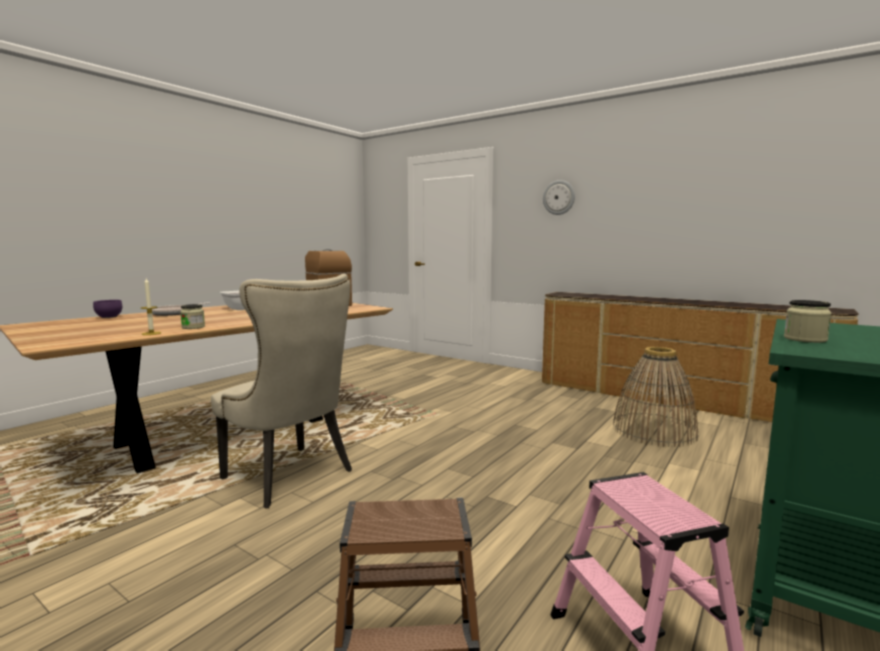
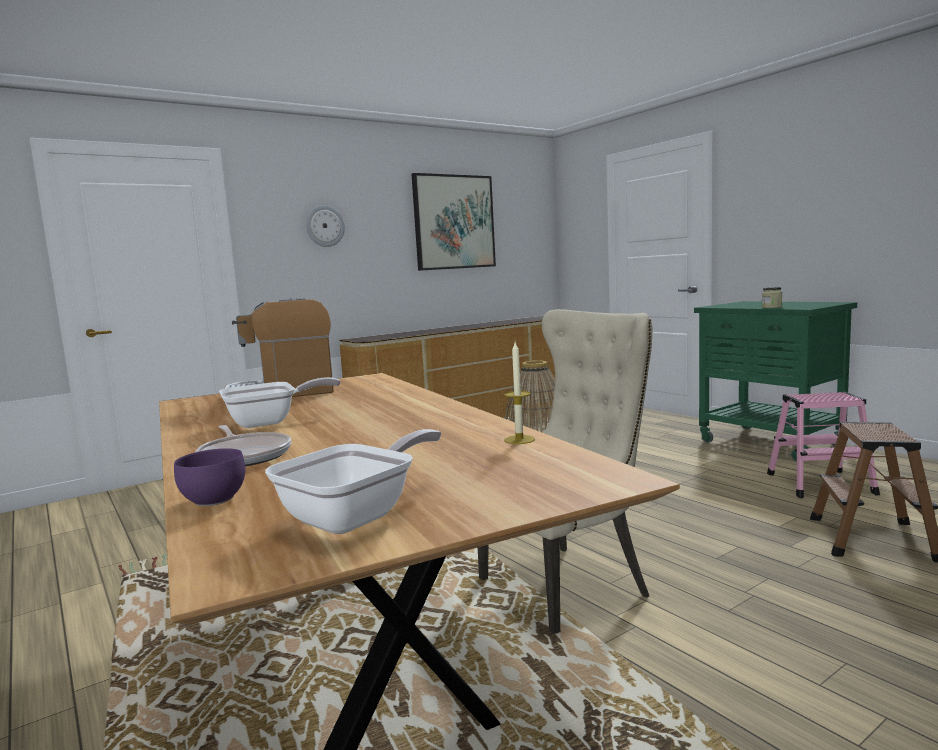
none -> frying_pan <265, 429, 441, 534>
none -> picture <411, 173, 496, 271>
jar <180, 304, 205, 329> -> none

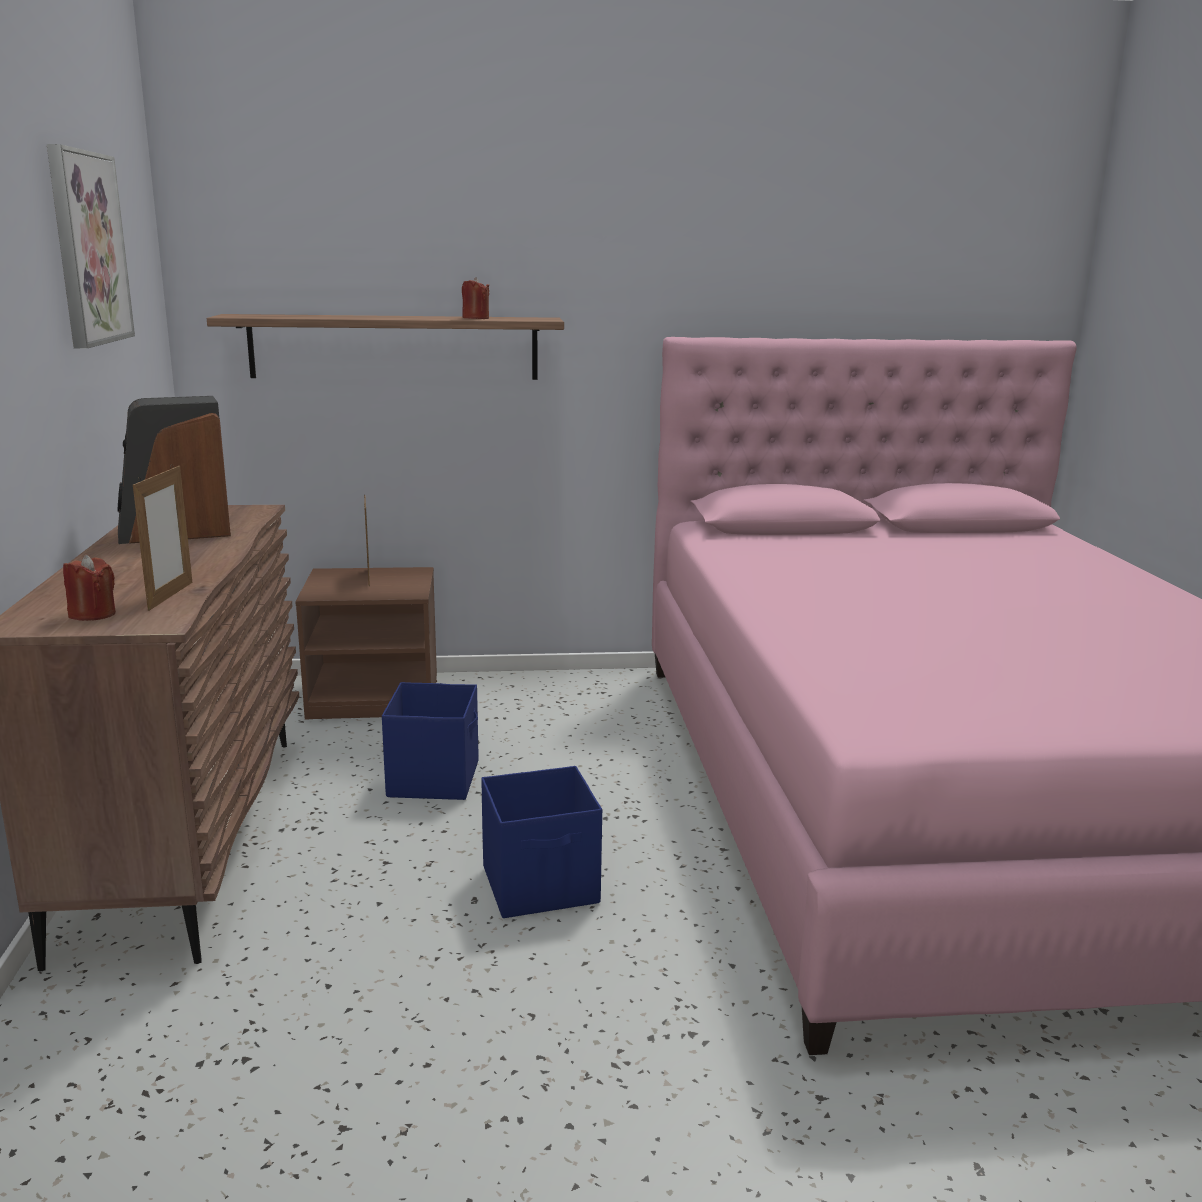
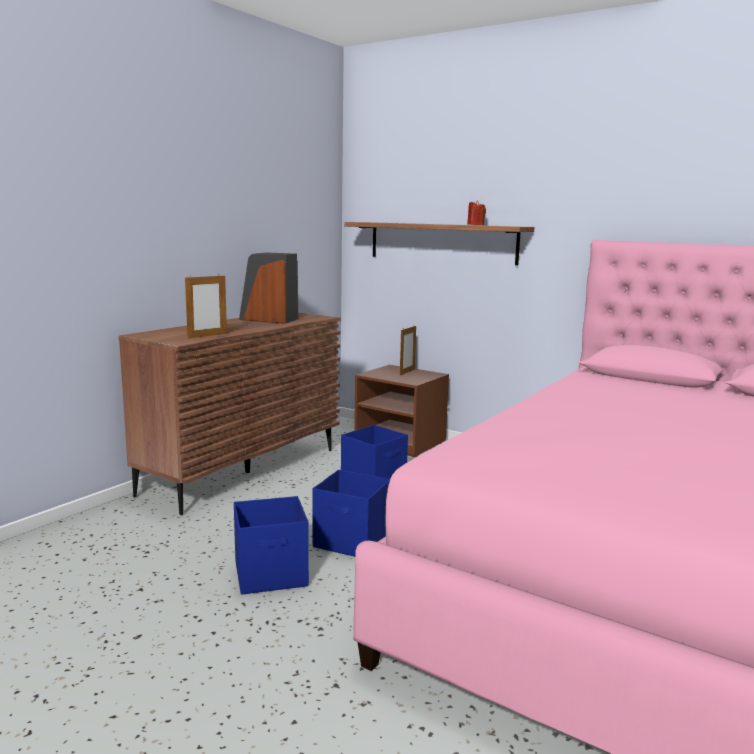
none -> blue_storage_box <234, 496, 309, 595>
picture <47, 144, 135, 349> -> none
red_candle <63, 555, 116, 621> -> none

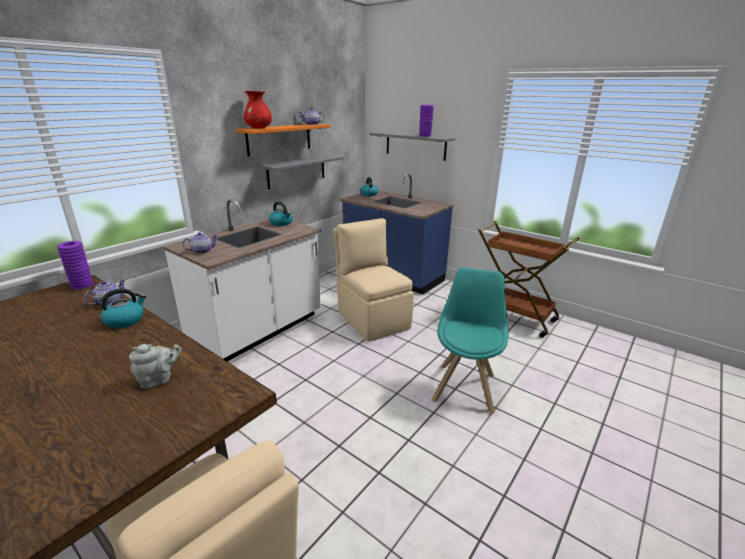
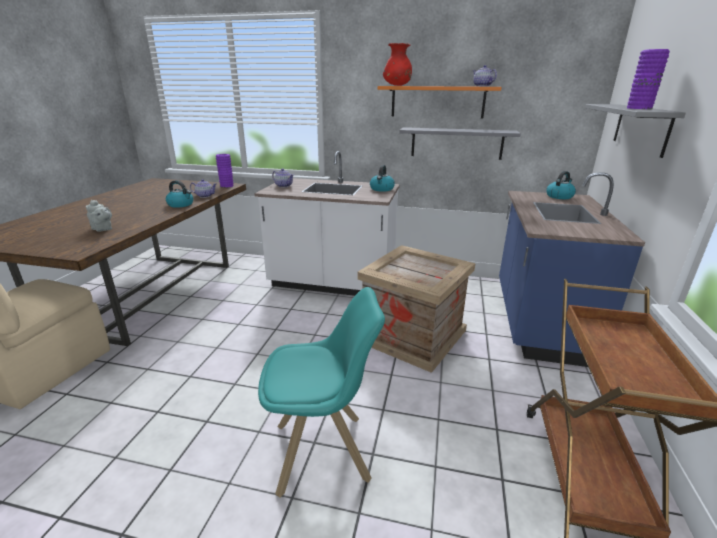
beige_chair <333, 218, 414, 342> -> crate <357, 245, 476, 373>

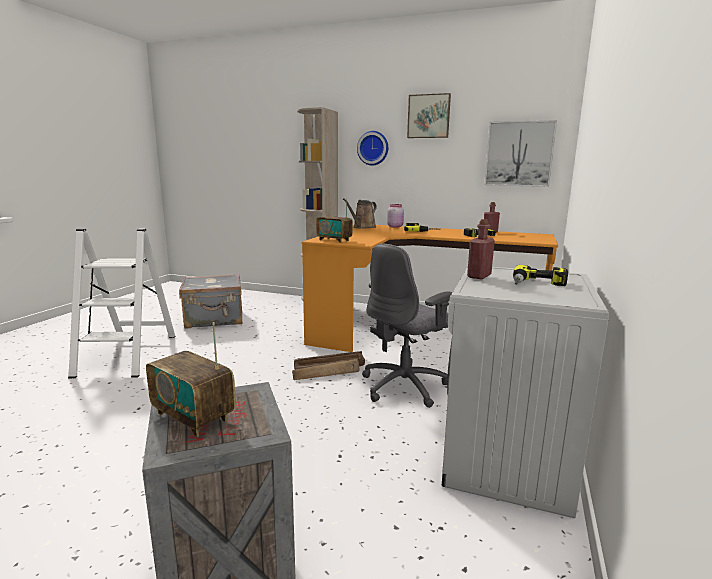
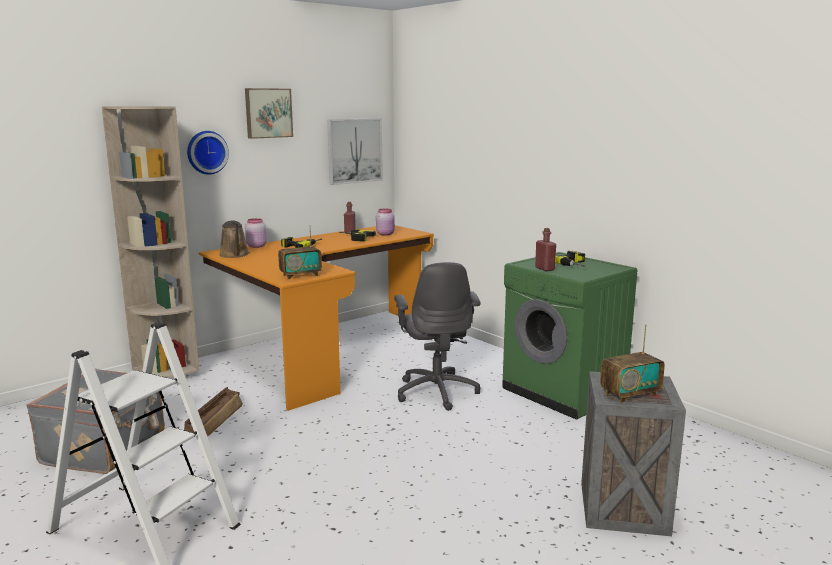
crate <292, 351, 365, 380> -> crate <184, 387, 243, 437>, moved
none -> pink_jar <376, 209, 395, 235>
white_washing_machine <442, 267, 609, 518> -> green_washing_machine <502, 252, 637, 420>

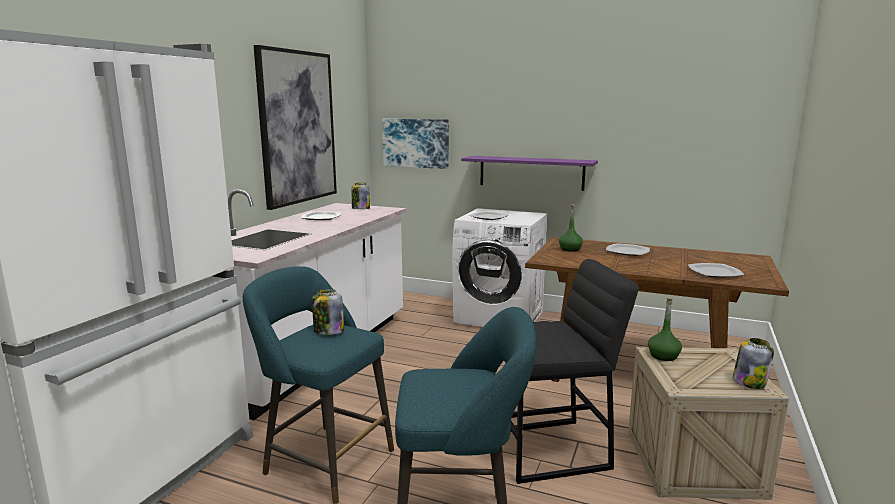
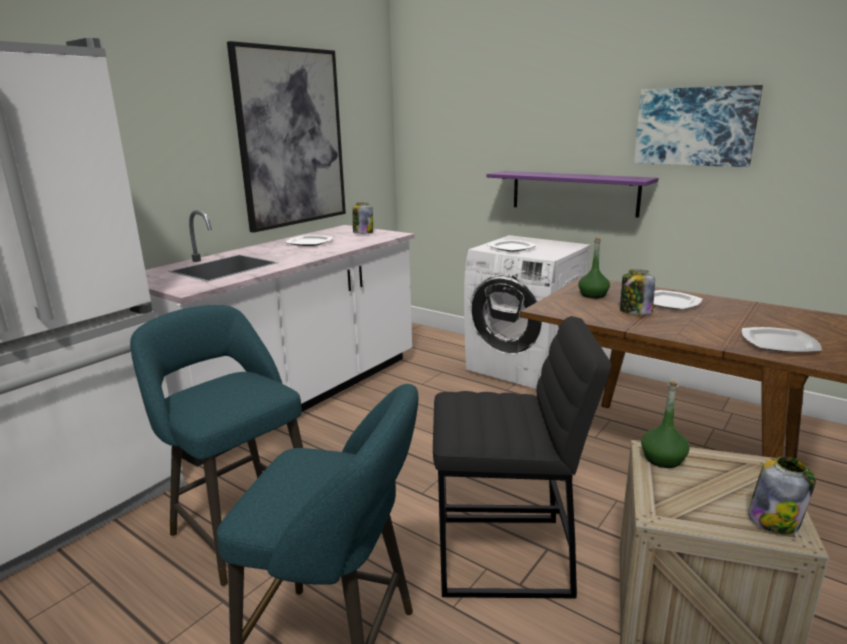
jar <312, 289, 344, 335> -> jar <620, 269, 655, 315>, moved
picture <382, 119, 449, 169> -> picture <634, 85, 763, 167>, moved

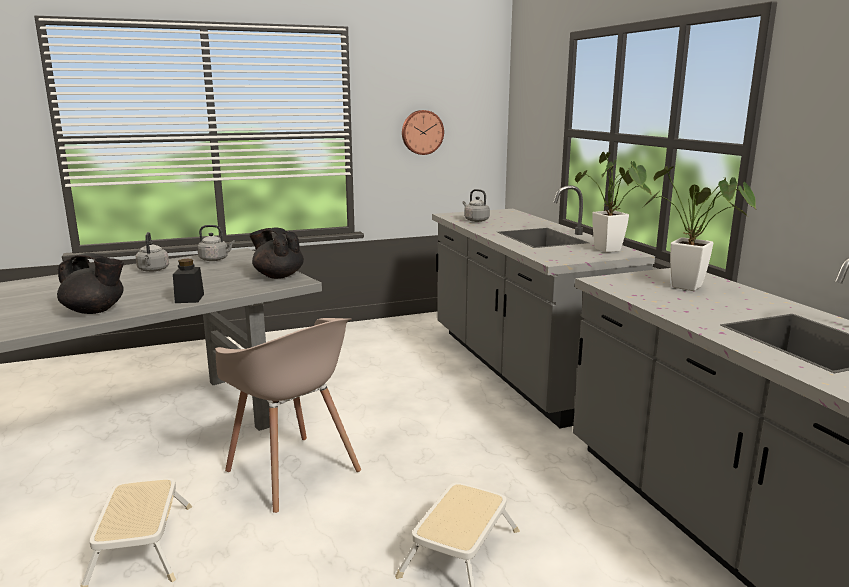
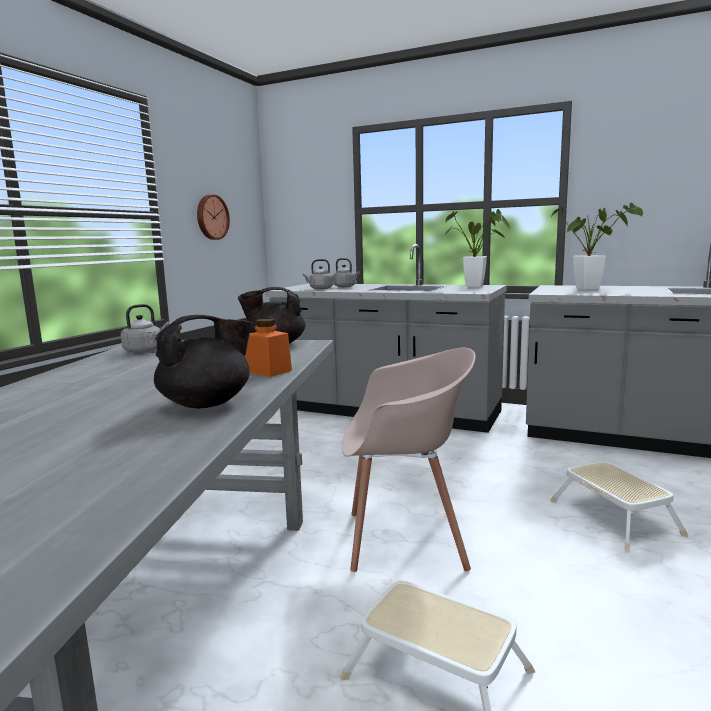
black_jar <173, 259, 204, 303> -> orange_jar <245, 319, 292, 377>
grey_kettle <136, 232, 169, 272> -> grey_kettle <333, 258, 360, 287>, moved

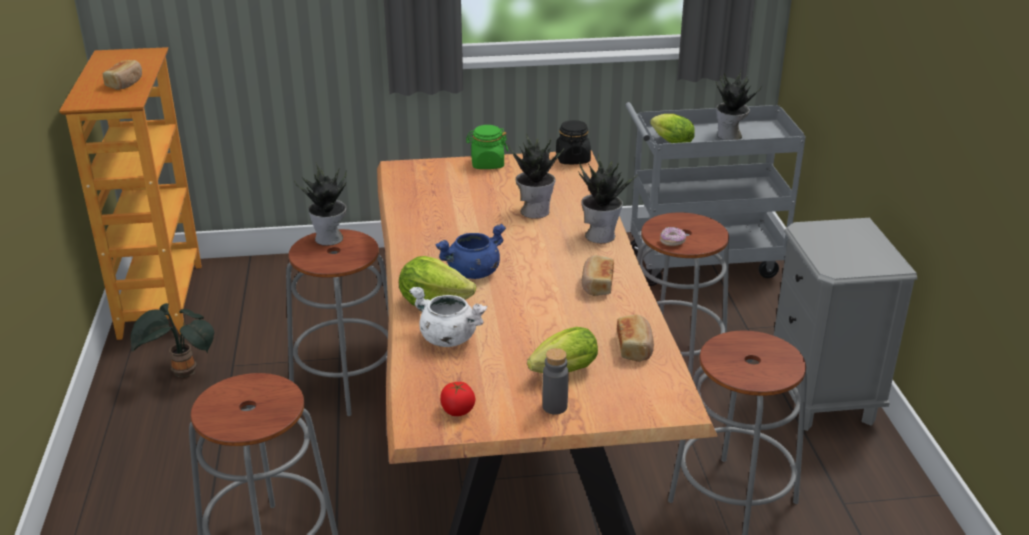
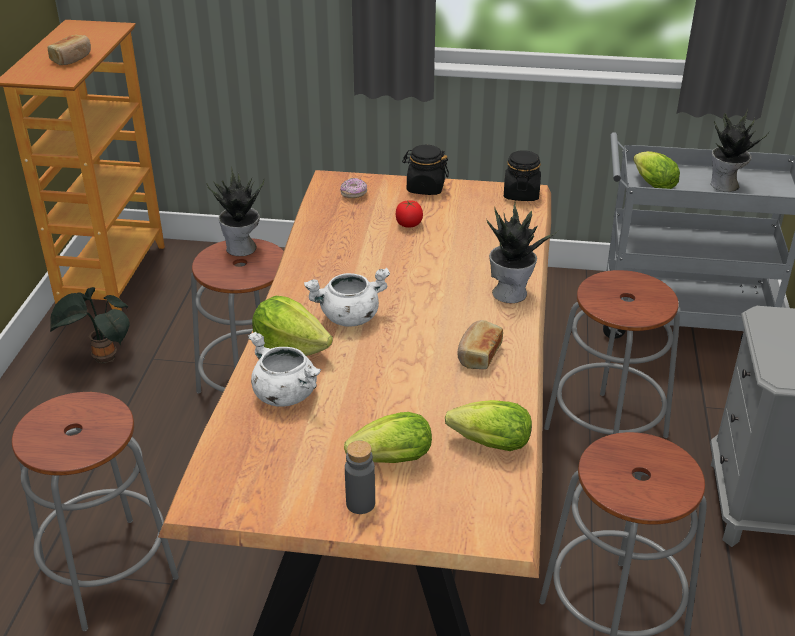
blue_cooking_pot <435, 224, 506, 279> -> white_cooking_pot <304, 268, 390, 327>
donut <660, 227, 686, 246> -> donut <340, 178, 367, 198>, moved
tomato <440, 382, 475, 416> -> tomato <396, 200, 423, 228>, moved
green_jar <466, 125, 508, 169> -> black_jar <402, 145, 449, 195>
bread <617, 315, 654, 362> -> lettuce <445, 400, 532, 451>
potted_plant <508, 133, 564, 219> -> none

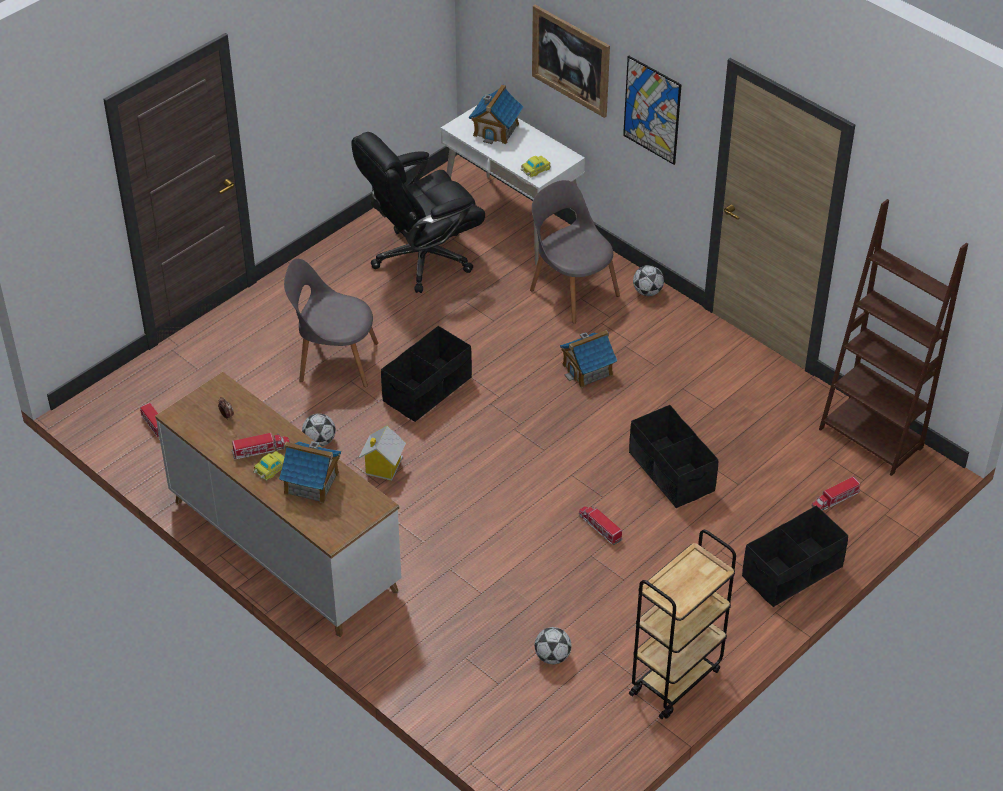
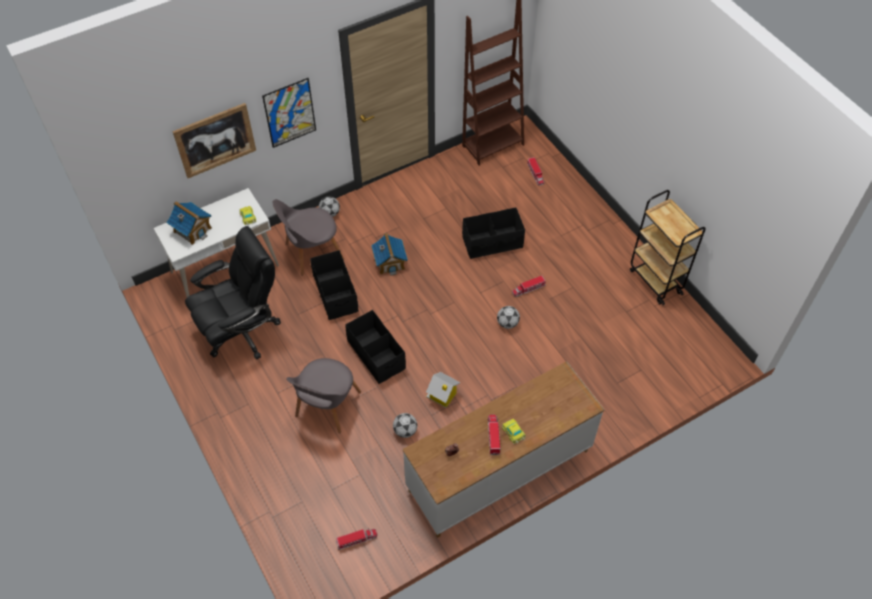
black_office_chair <352, 132, 485, 293> -> black_office_chair <185, 226, 281, 359>, 105 degrees counterclockwise
black_storage_box <742, 505, 849, 607> -> black_storage_box <310, 250, 358, 320>, moved
football <535, 627, 572, 664> -> football <497, 306, 520, 329>, moved
toy_house <279, 441, 341, 504> -> none

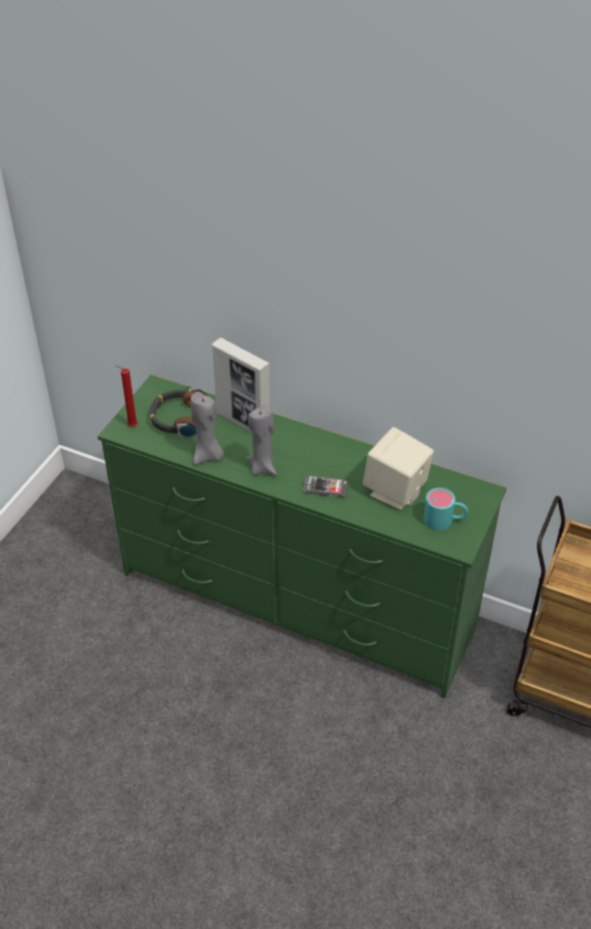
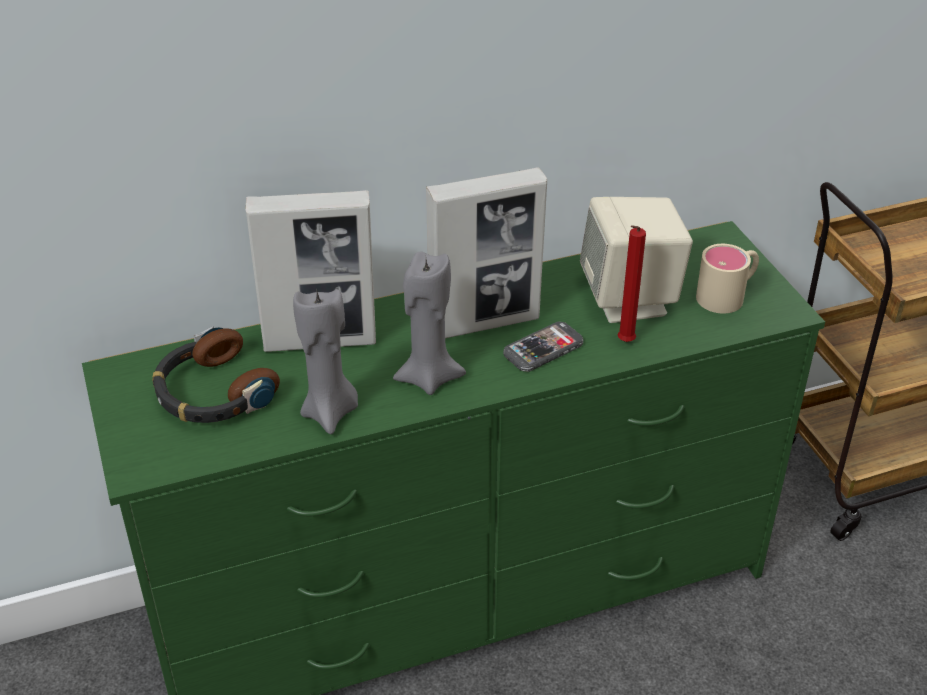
none -> picture_frame <426, 168, 547, 338>
red_candle <115, 365, 138, 426> -> red_candle <617, 225, 646, 342>, moved
turquoise_mug <423, 488, 468, 530> -> beige_mug <696, 244, 759, 314>

